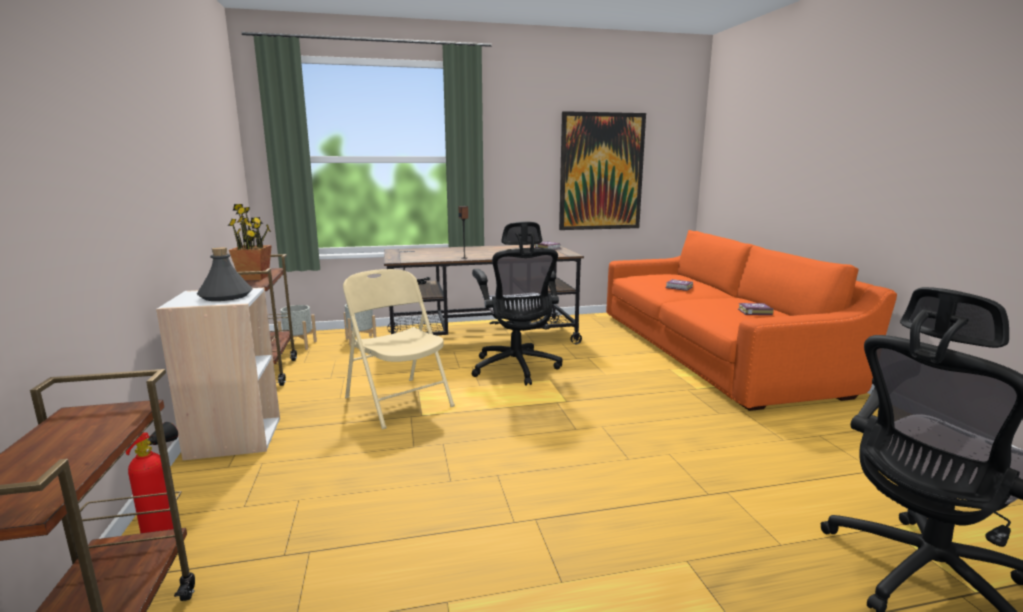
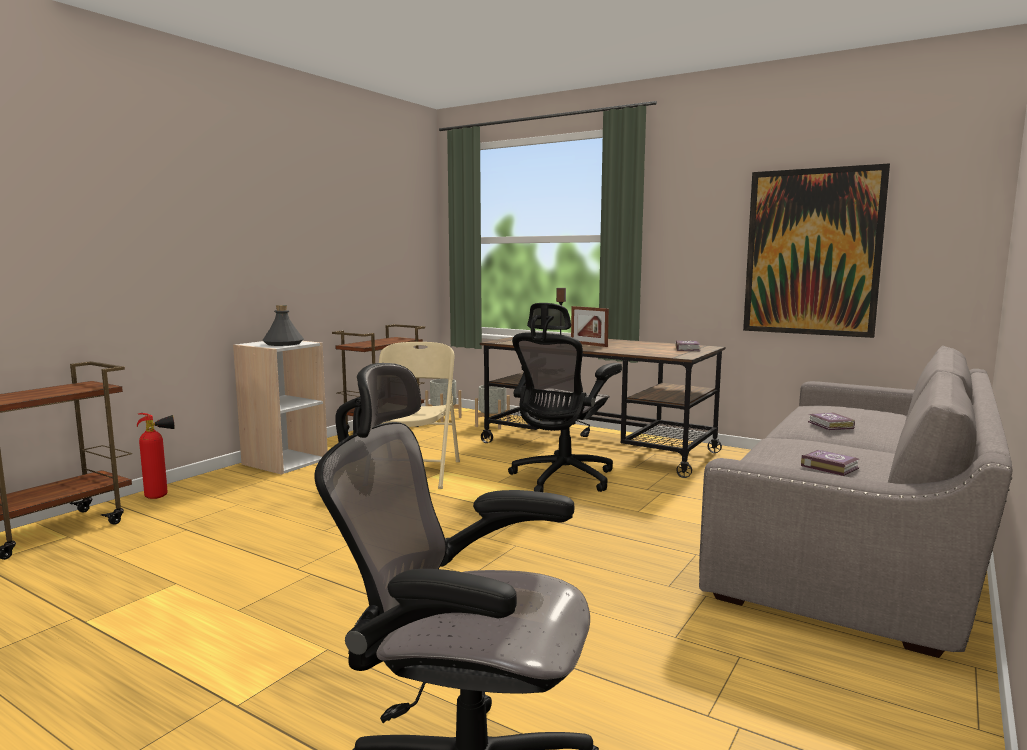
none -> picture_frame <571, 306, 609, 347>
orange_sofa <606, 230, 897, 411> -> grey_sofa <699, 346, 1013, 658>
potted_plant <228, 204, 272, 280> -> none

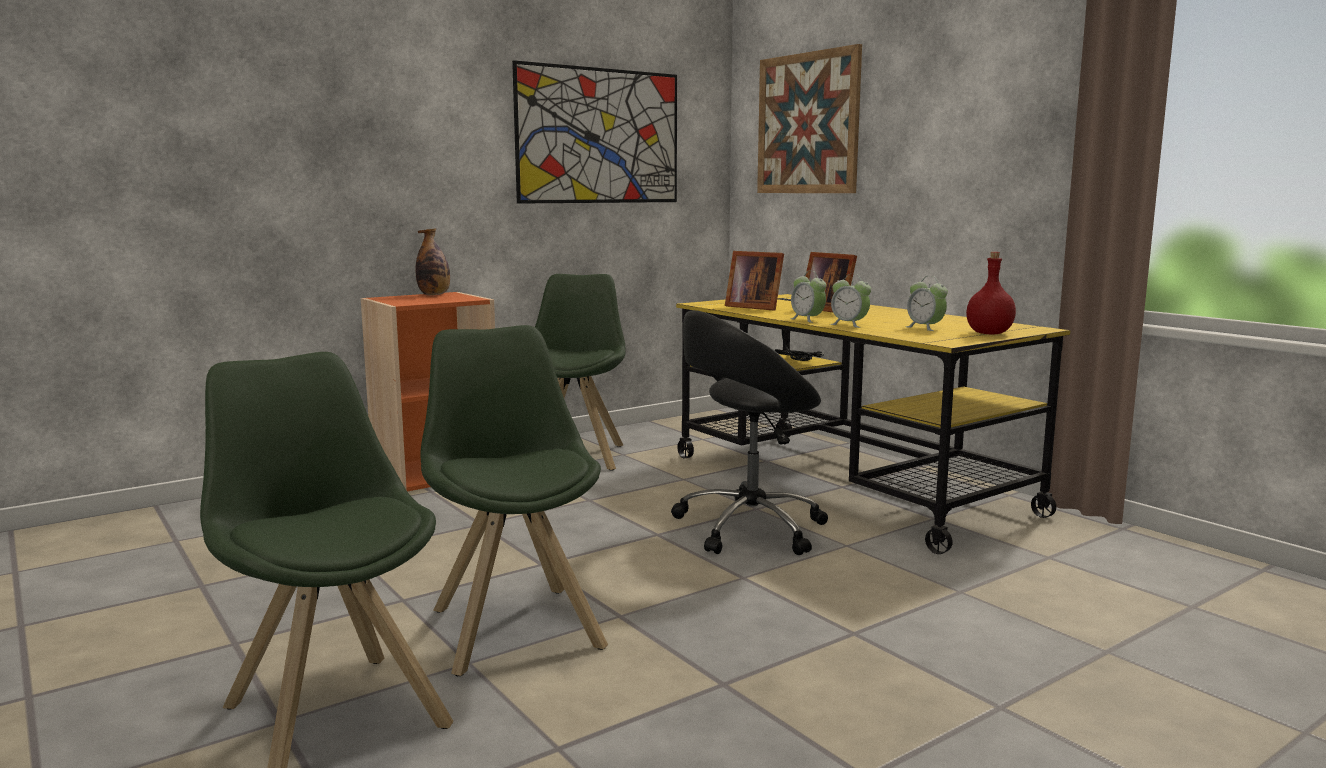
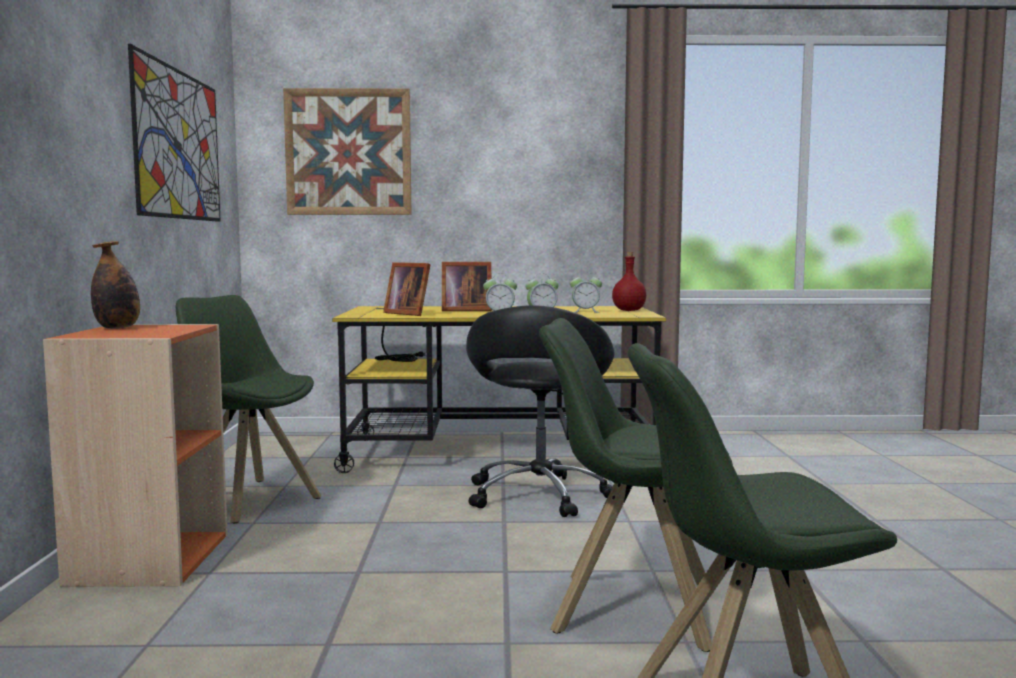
picture_frame <725, 251, 784, 311> -> picture_frame <383, 262, 431, 316>, 60 degrees clockwise

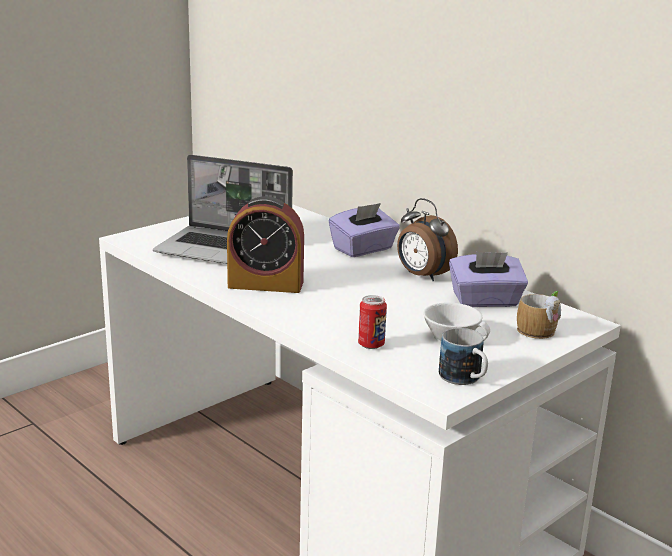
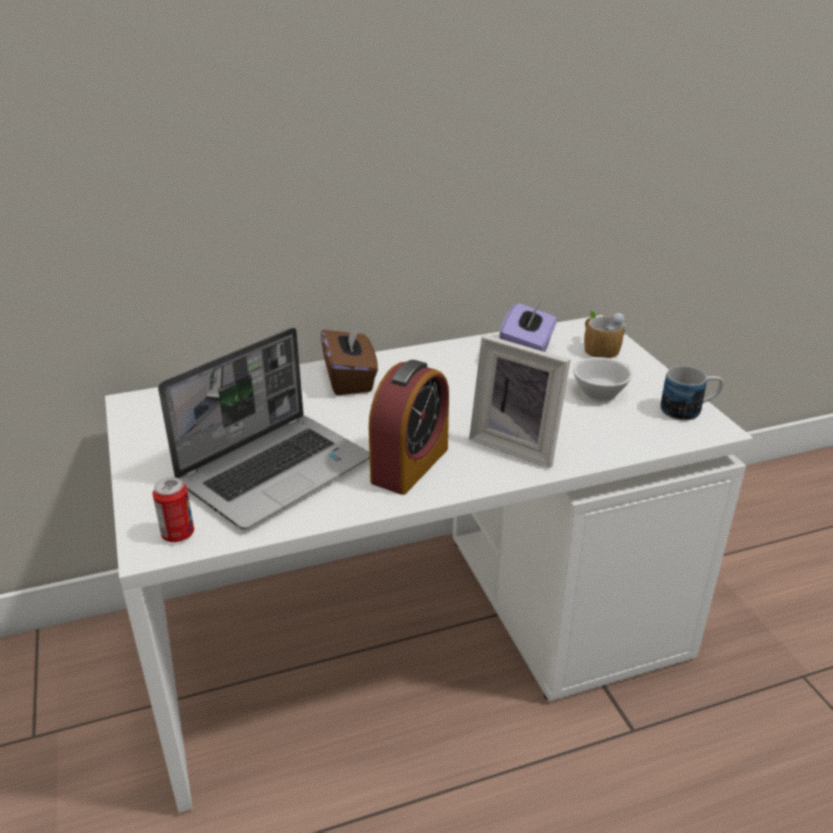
can <358, 295, 387, 349> -> can <153, 477, 194, 542>, moved
purple_tissue_box <329, 203, 400, 257> -> brown_tissue_box <321, 320, 378, 395>
none -> picture_frame <469, 335, 571, 468>
alarm_clock <397, 198, 458, 281> -> none

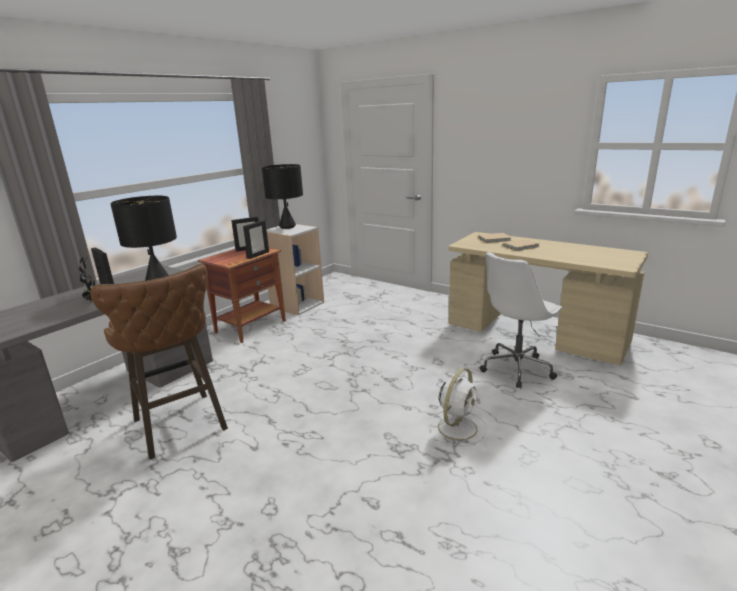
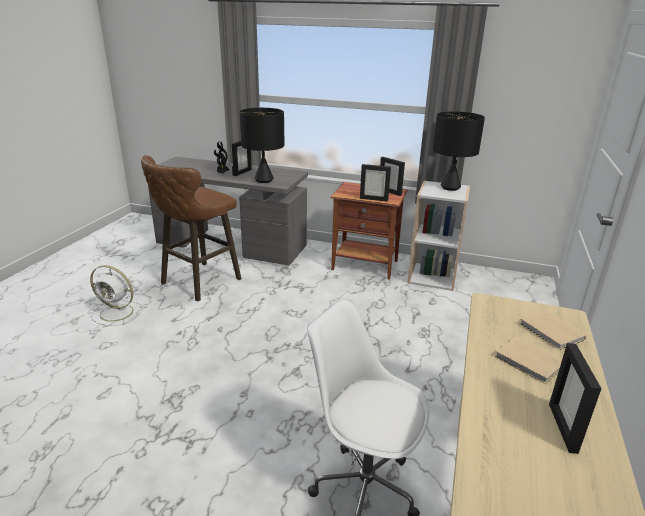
white_fan <431, 368, 487, 446> -> white_fan <90, 265, 143, 326>, moved
none -> picture_frame <549, 343, 602, 454>

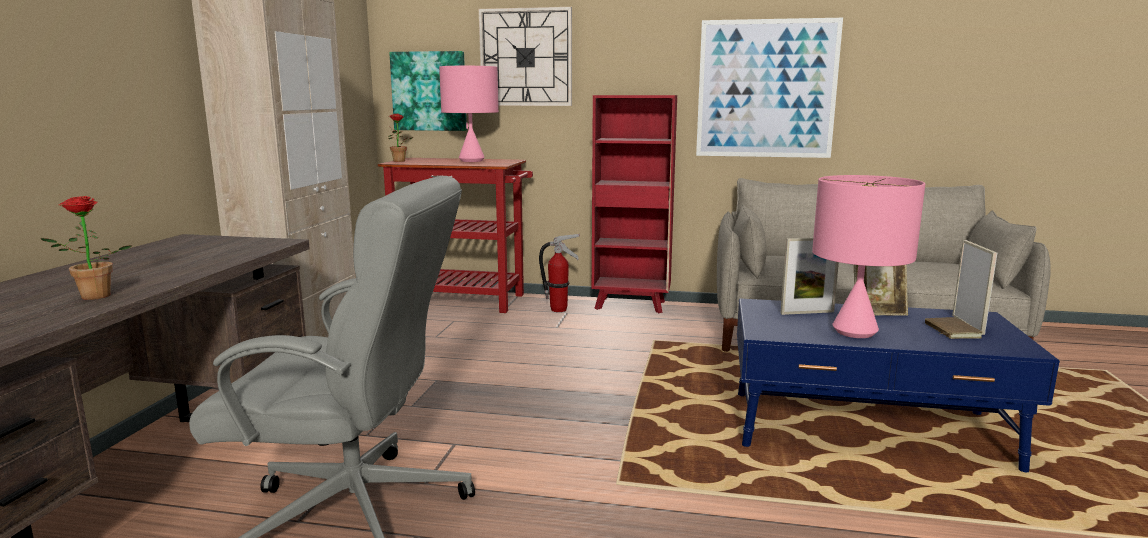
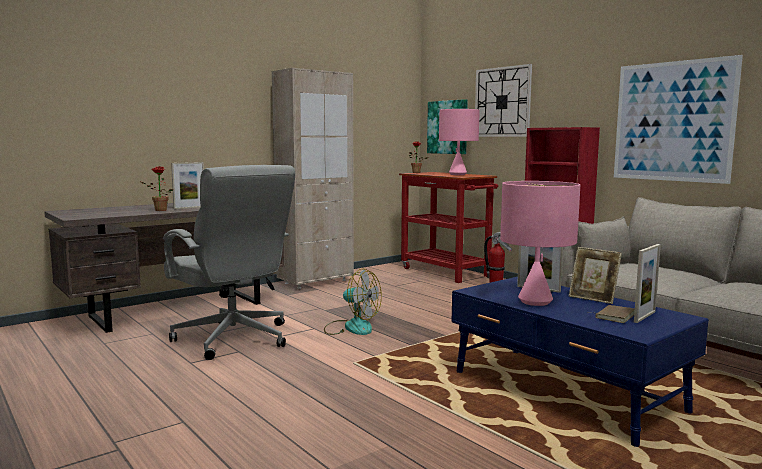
none -> picture_frame <171, 162, 204, 209>
none -> fan <324, 269, 382, 335>

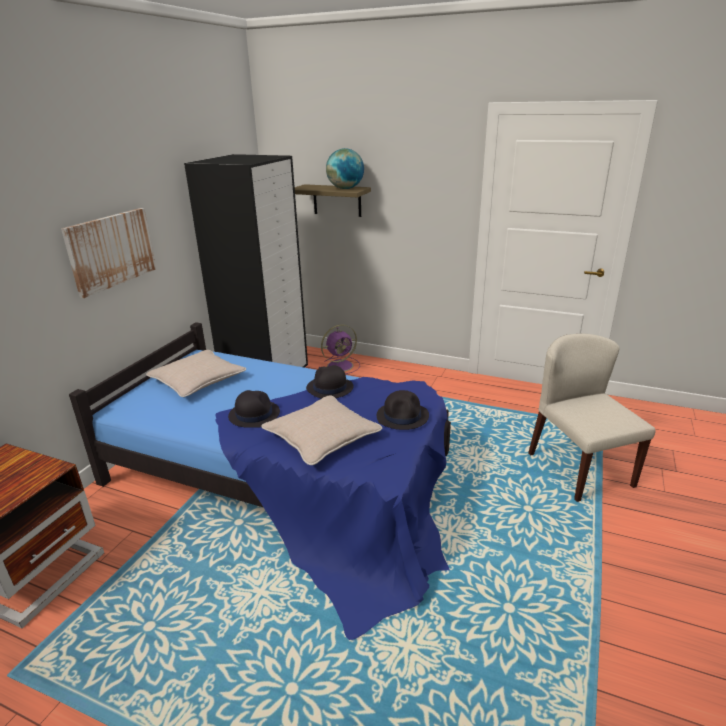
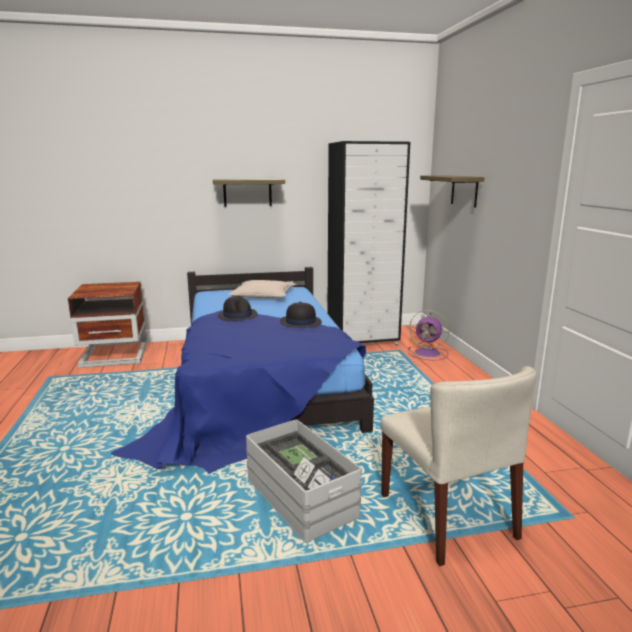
picture <61, 208, 156, 298> -> shelf <213, 179, 285, 207>
none -> grey_storage_box <246, 420, 362, 542>
beige_chair <528, 334, 656, 502> -> beige_chair <381, 366, 537, 566>, 120 degrees clockwise
beige_pillow <261, 395, 382, 465> -> none
globe <326, 148, 364, 189> -> none
black_hat <377, 390, 429, 430> -> none

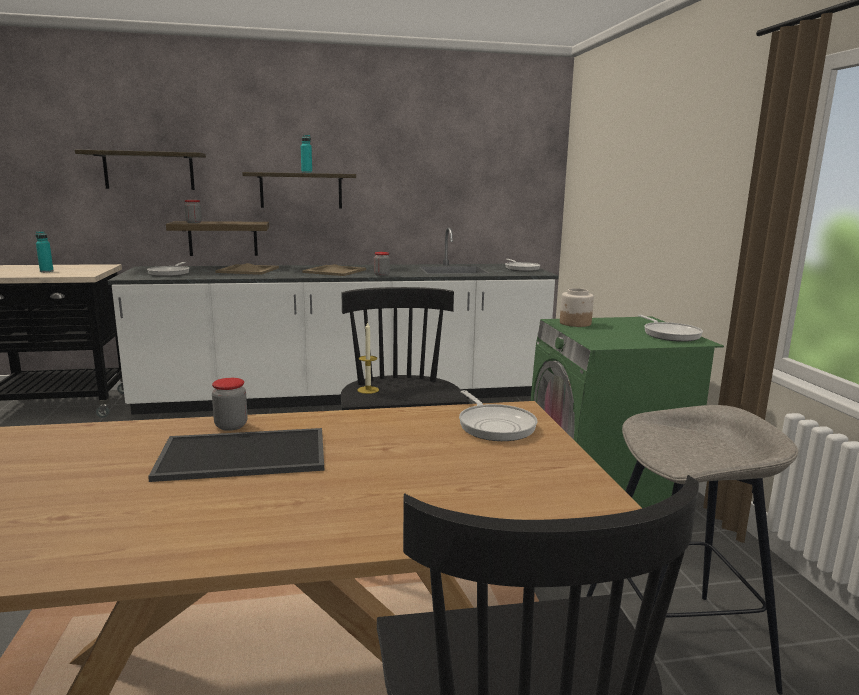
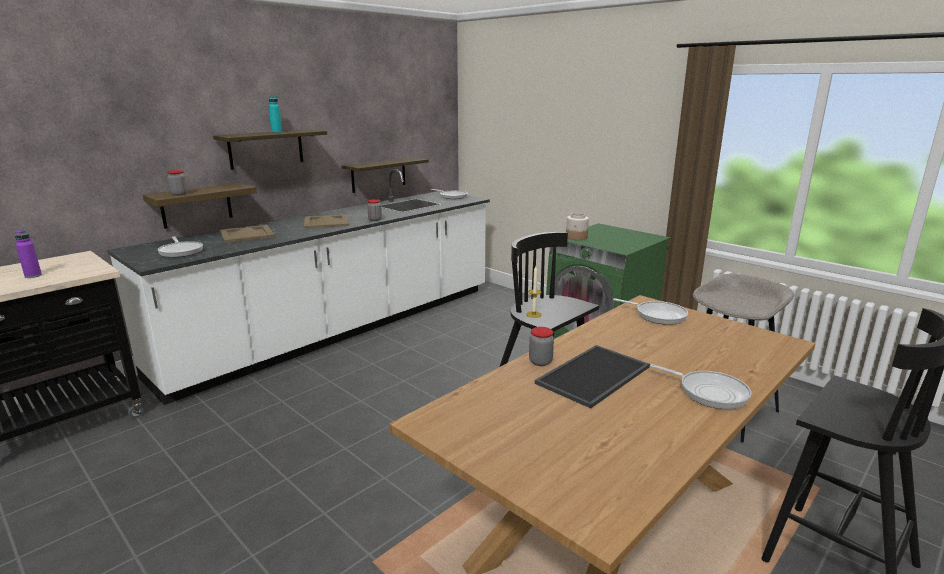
turquoise_bottle <36, 231, 54, 272> -> purple_bottle <15, 230, 42, 278>
shelf <75, 149, 206, 190> -> shelf <341, 157, 429, 193>, moved
frying_pan <638, 315, 703, 342> -> frying_pan <650, 364, 751, 409>, moved

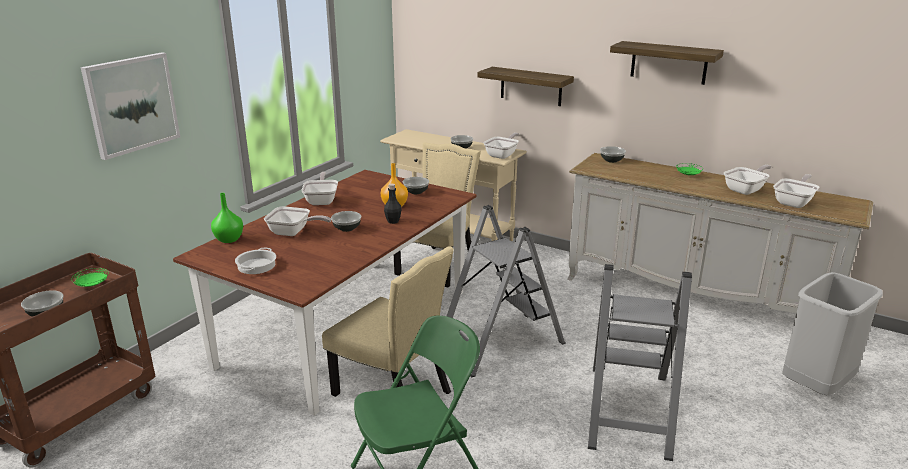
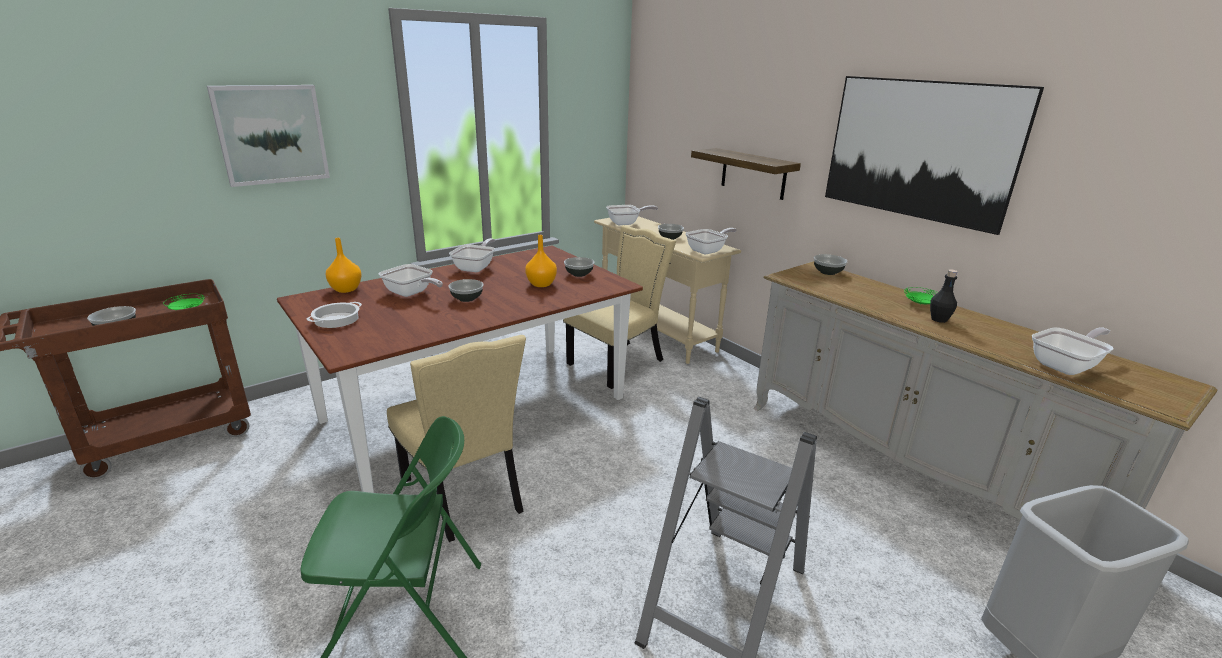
green_vase <211, 193, 243, 243> -> orange_vase <326, 238, 362, 293>
frying_pan <724, 165, 772, 195> -> frying_pan <606, 205, 658, 225>, moved
shelf <610, 41, 724, 85> -> picture <825, 76, 1044, 235>
black_bottle <384, 184, 402, 224> -> black_bottle <930, 269, 957, 323>, moved
grey_step_ladder <447, 205, 566, 377> -> none

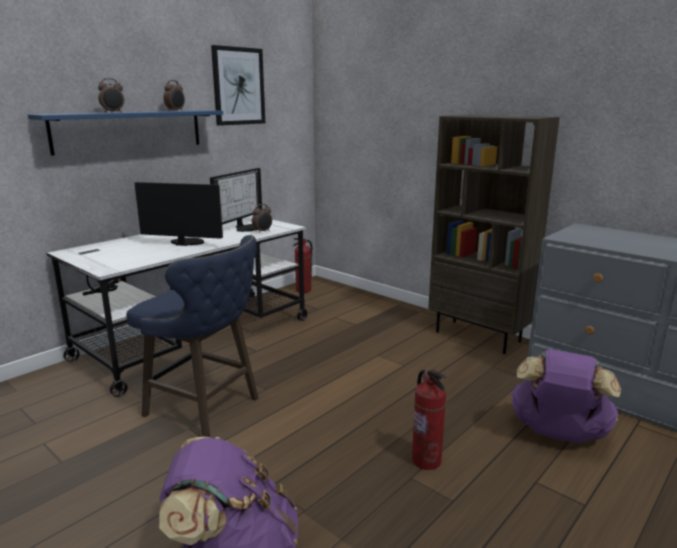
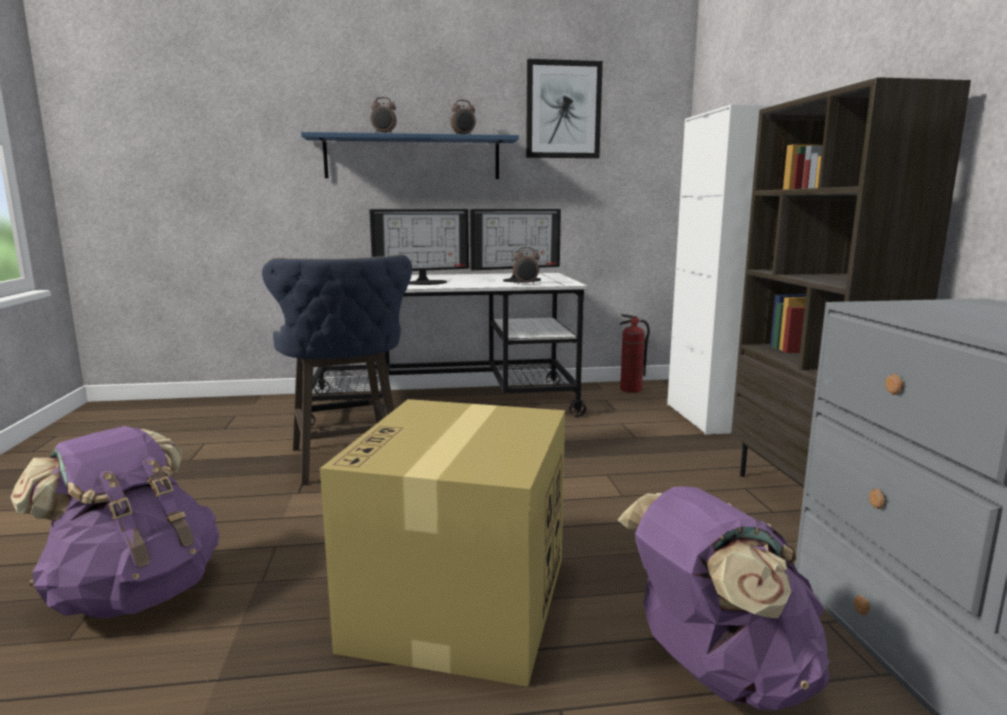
fire_extinguisher <412, 369, 446, 470> -> cardboard_box <320, 399, 565, 686>
monitor <134, 182, 223, 246> -> monitor <369, 209, 469, 285>, 105 degrees clockwise
none -> white_cabinet <667, 104, 774, 435>

